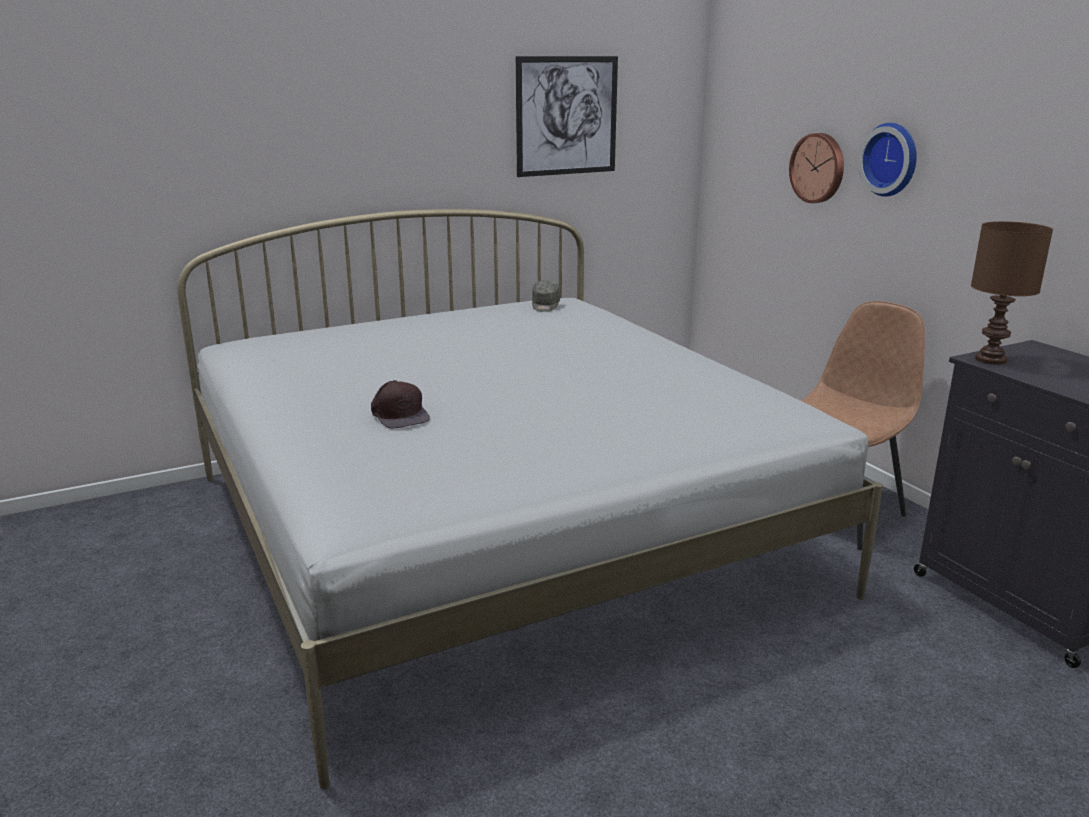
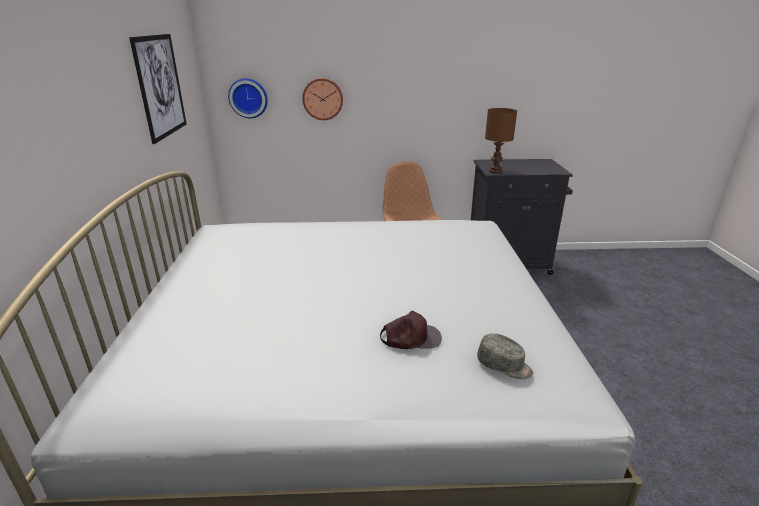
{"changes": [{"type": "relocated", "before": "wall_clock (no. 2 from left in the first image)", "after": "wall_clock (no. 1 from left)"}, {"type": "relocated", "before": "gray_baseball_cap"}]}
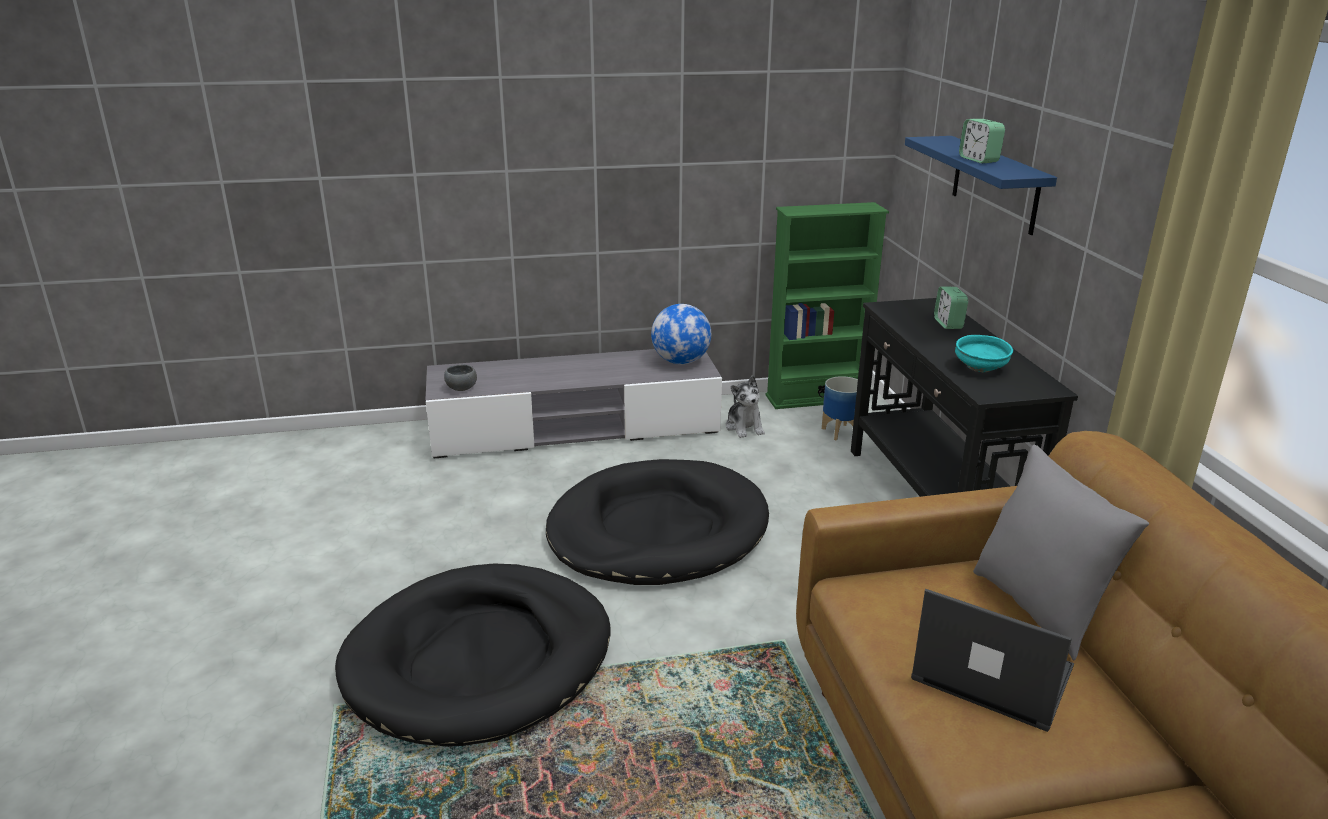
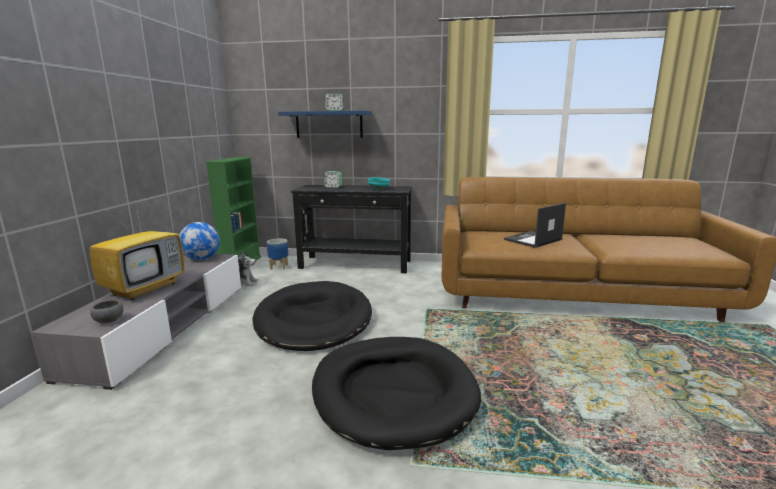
{"changes": [{"type": "missing", "before": "gray_pillow"}, {"type": "appeared", "after": "television"}]}
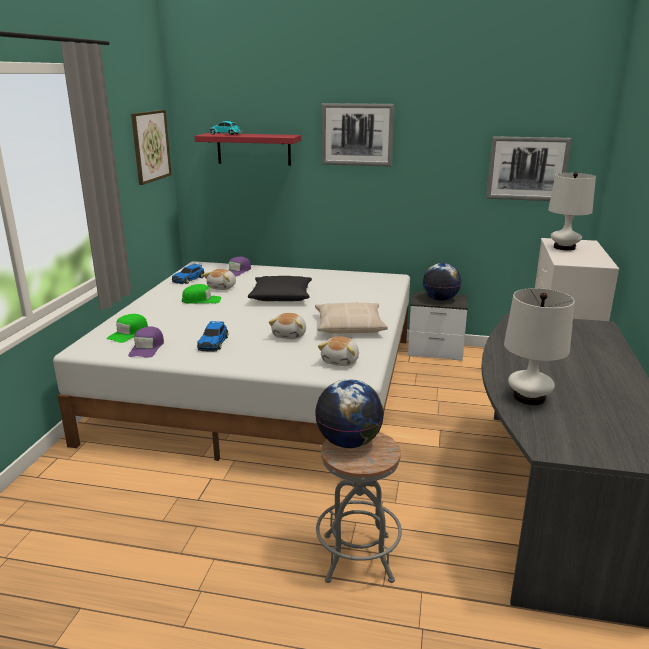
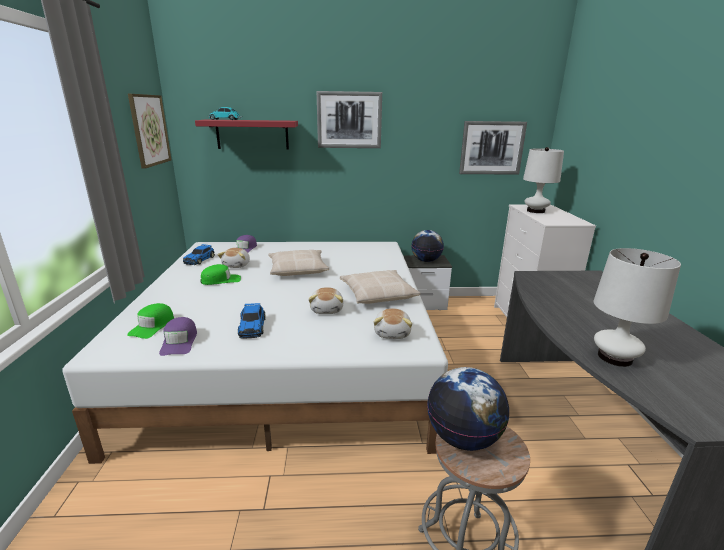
{"changes": [{"type": "colour", "before": "black-coloured_pillow", "after": "beige-coloured_pillow (no. 1 from left)"}]}
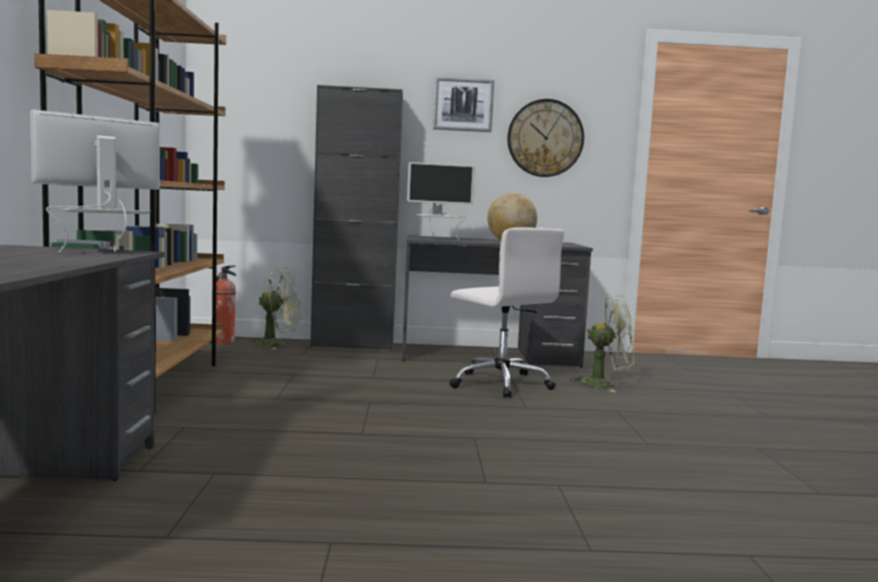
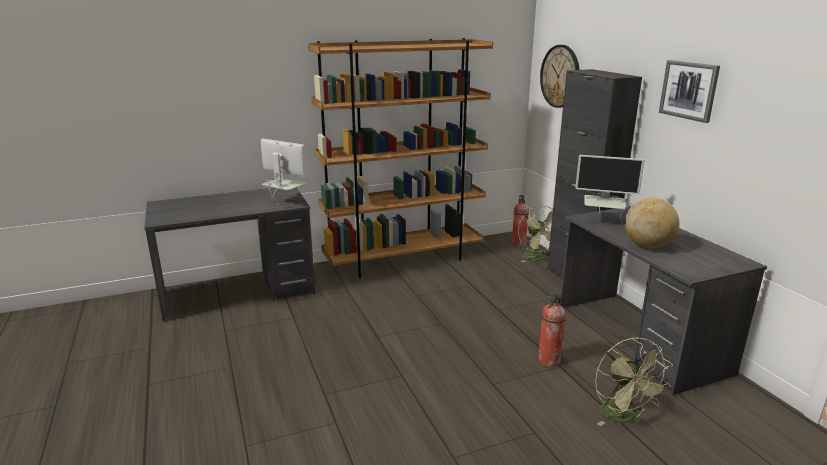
{"changes": [{"type": "relocated", "before": "wall_clock"}, {"type": "spun", "before": "monitor (no. 2 from left)", "turn": -45}, {"type": "exchanged", "before": "white-coloured_computer_chair", "after": "extinguisher (no. 2 from left)"}]}
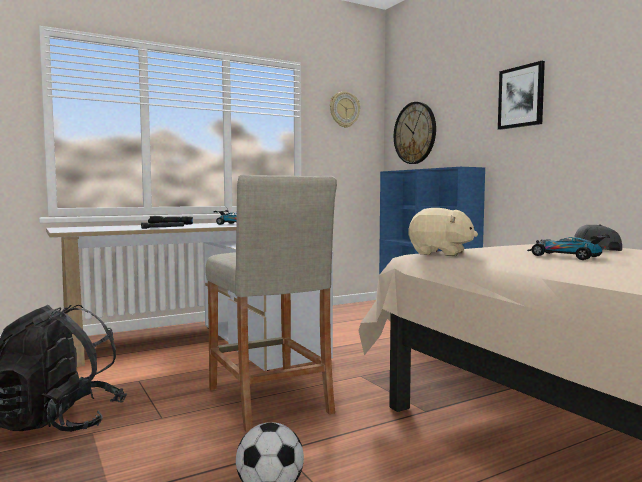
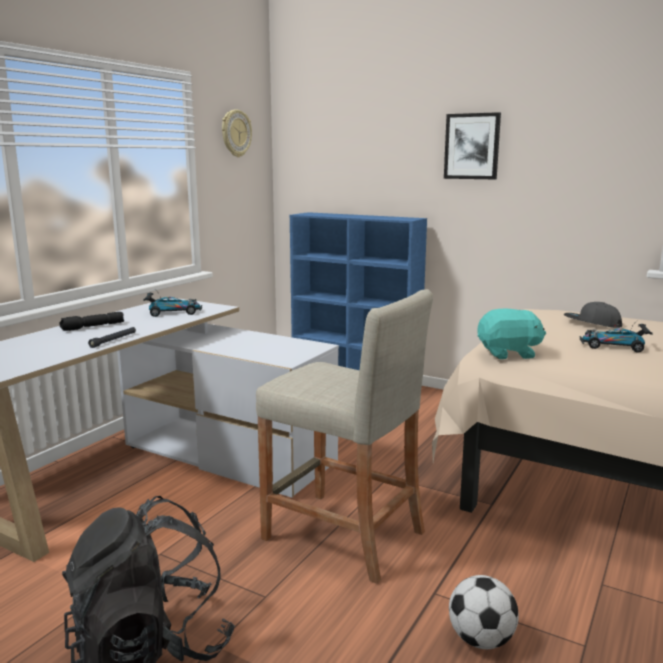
{"changes": [{"type": "missing", "before": "wall_clock (no. 2 from left)"}, {"type": "colour", "before": "beige-coloured_plush_toy", "after": "blue-green_plush_toy"}]}
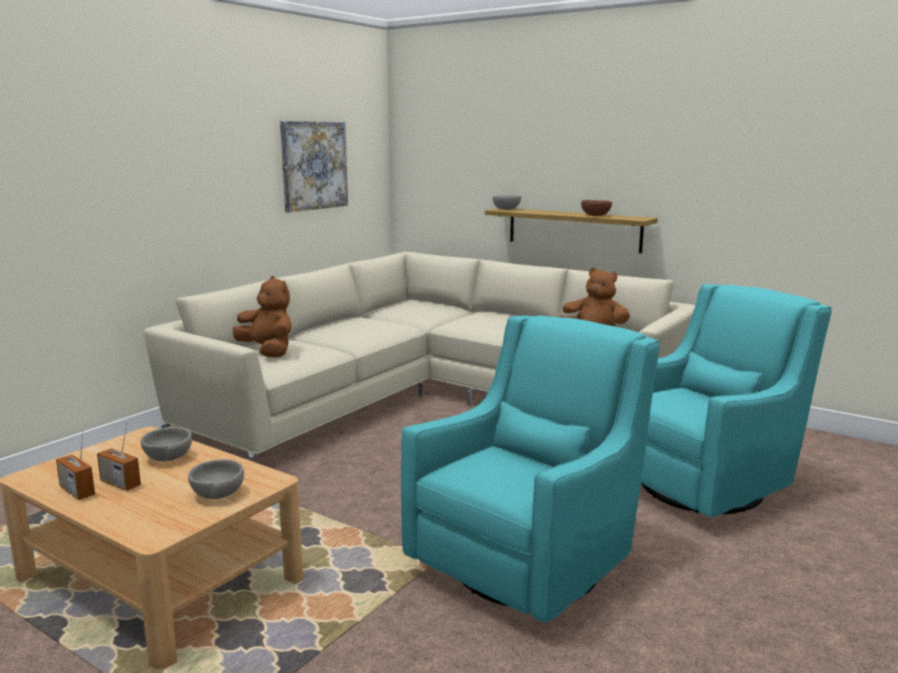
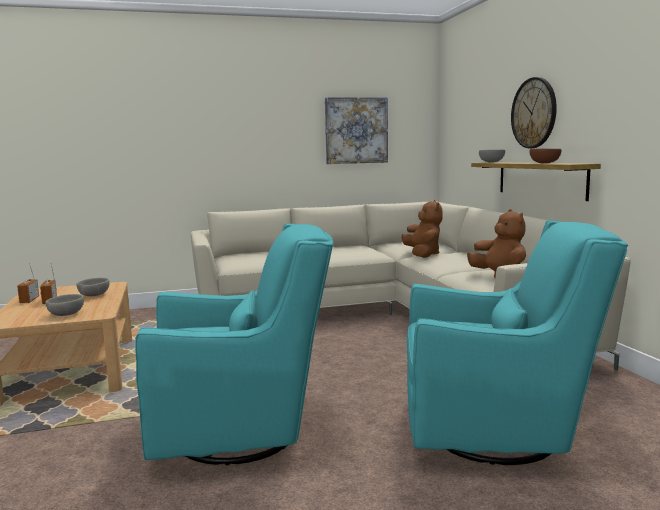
{"changes": [{"type": "relocated", "before": "brown-coloured_plush_toy (no. 1 from left)"}, {"type": "appeared", "after": "wall_clock"}]}
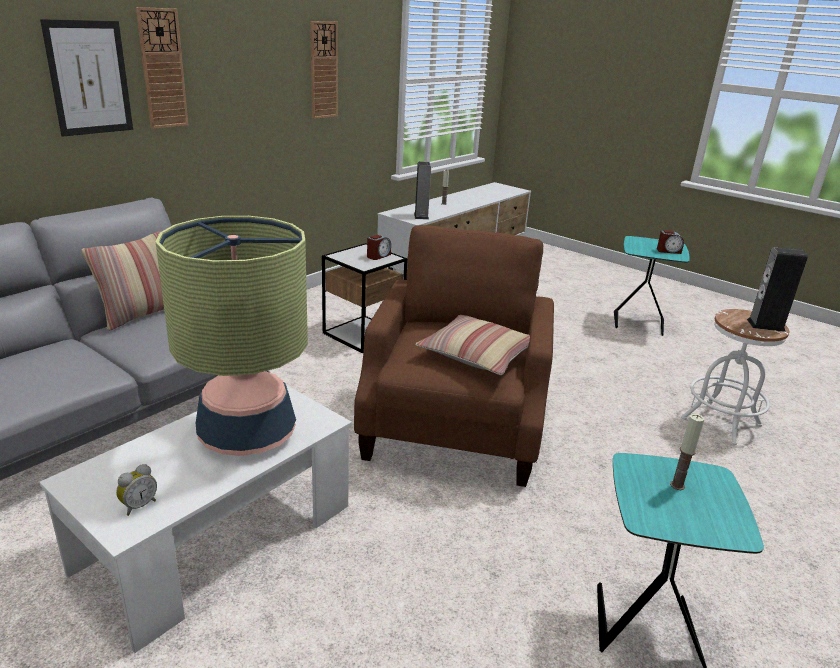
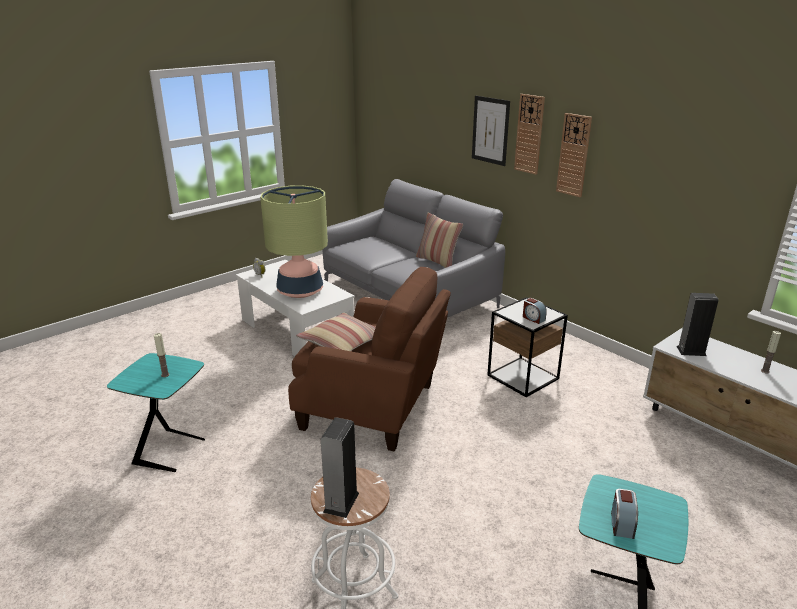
{"changes": [{"type": "relocated", "before": "wall_clock (no. 2 from left)"}]}
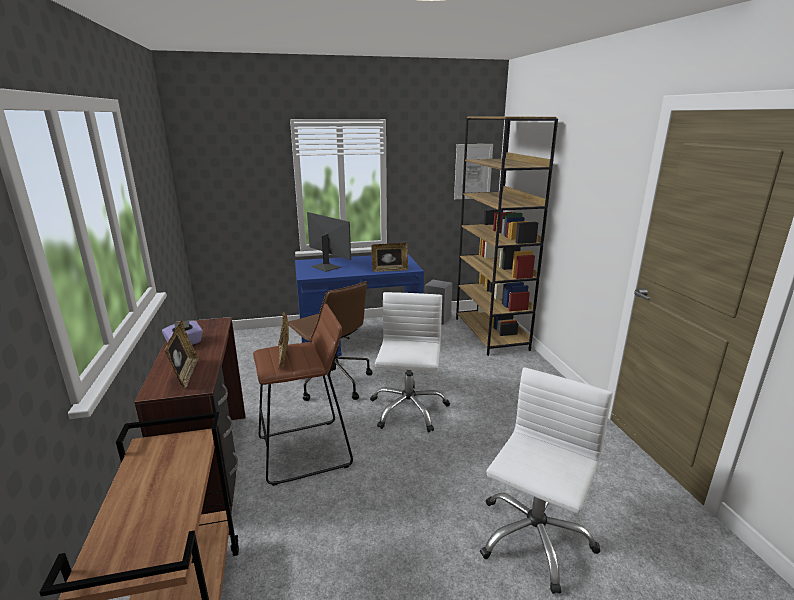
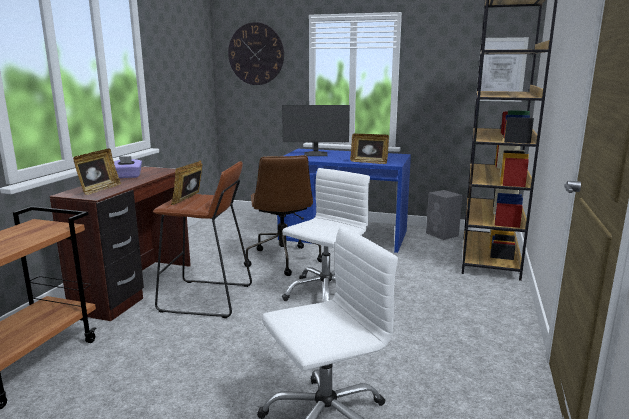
{"changes": [{"type": "spun", "before": "monitor", "turn": 105}, {"type": "appeared", "after": "wall_clock"}]}
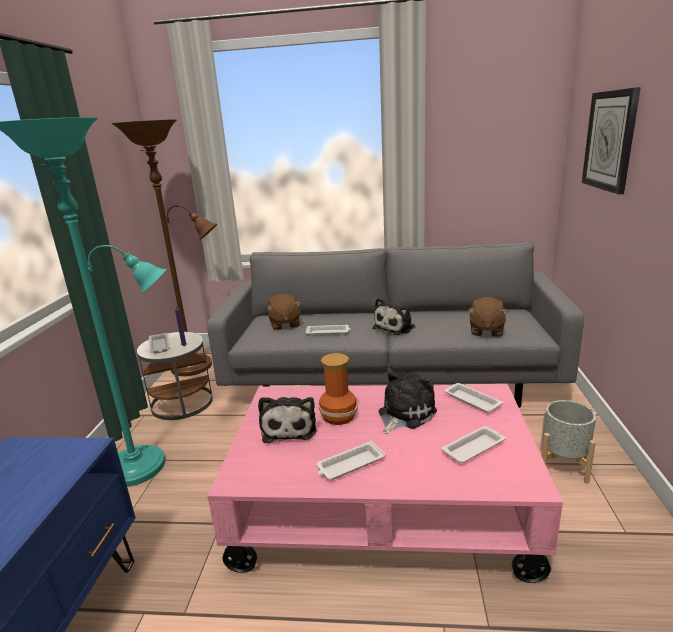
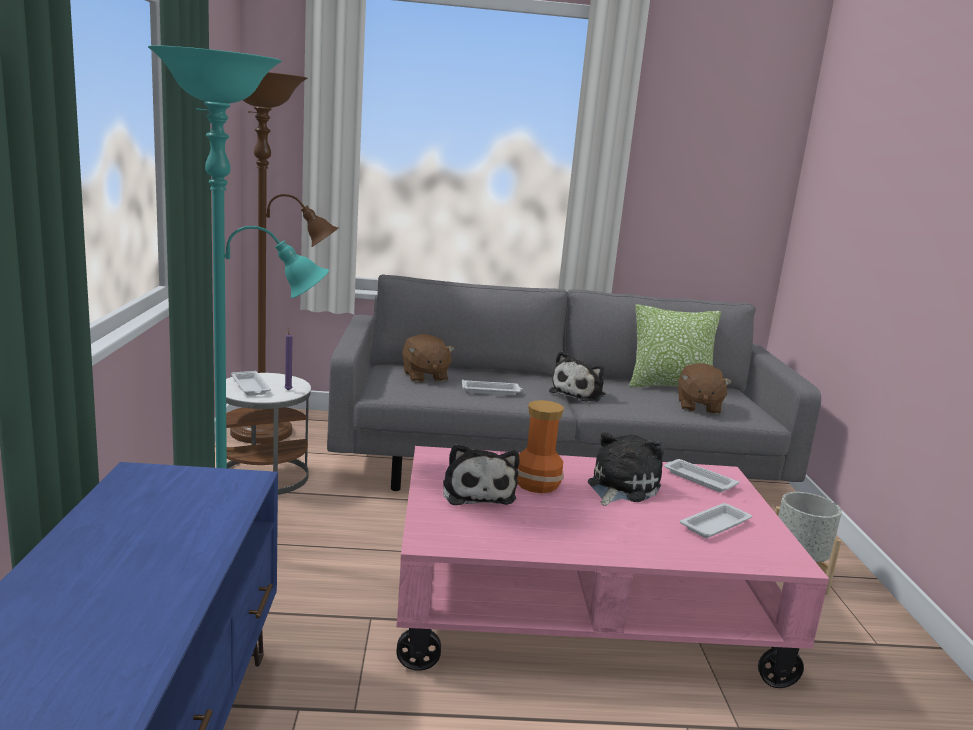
{"changes": [{"type": "missing", "before": "wall_clock"}, {"type": "missing", "before": "white-coloured_serving_tray (no. 3 from left)"}, {"type": "appeared", "after": "pillow"}]}
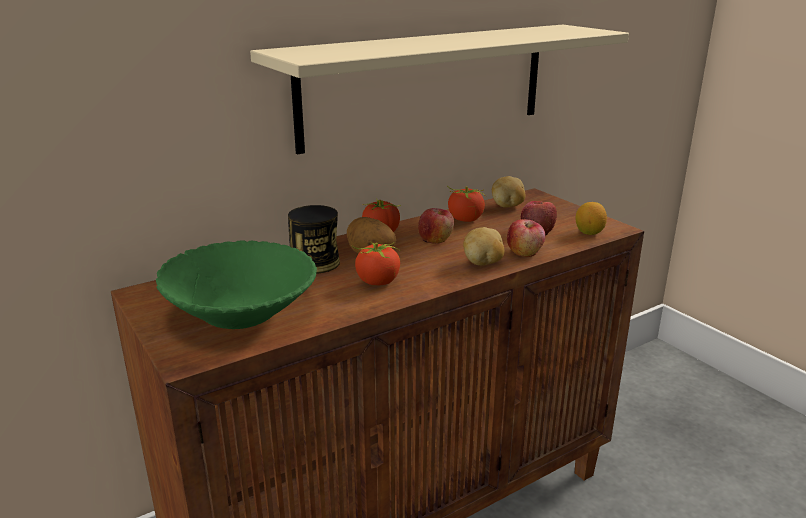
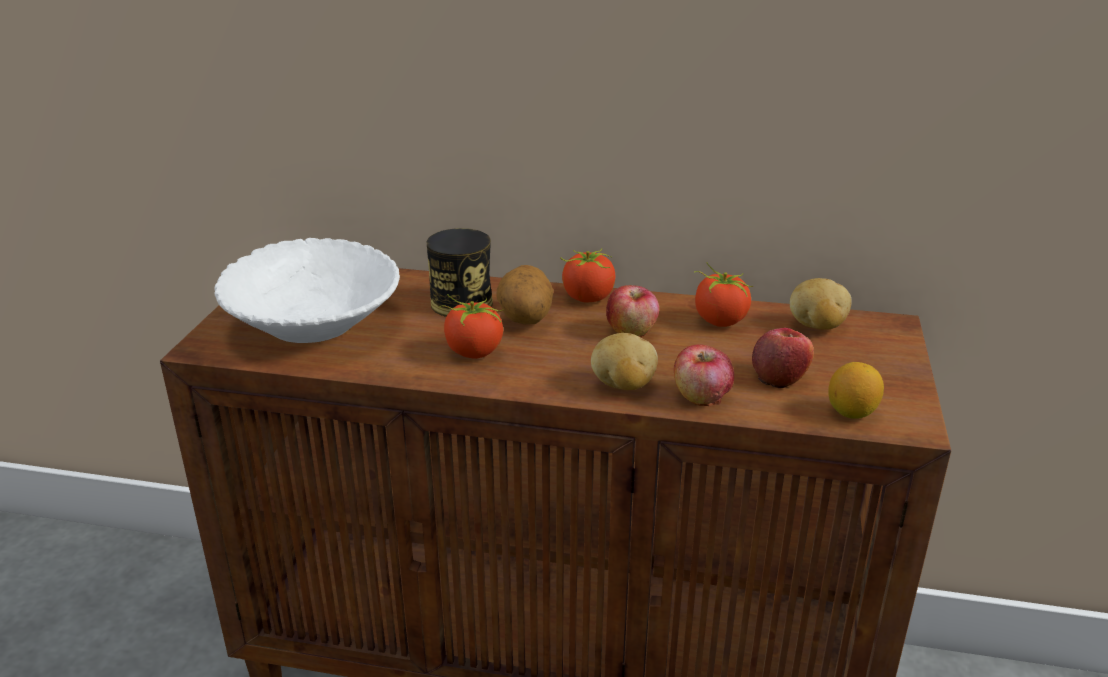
{"changes": [{"type": "missing", "before": "beige-coloured_wall_shelf"}, {"type": "colour", "before": "greenish_serving_bowl", "after": "white-coloured_serving_bowl"}]}
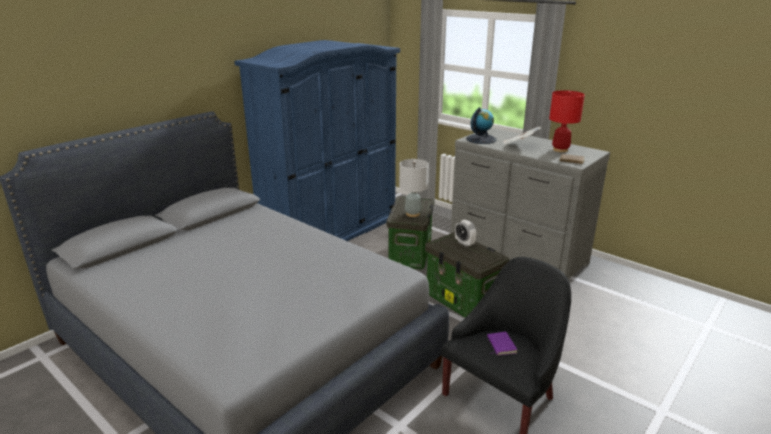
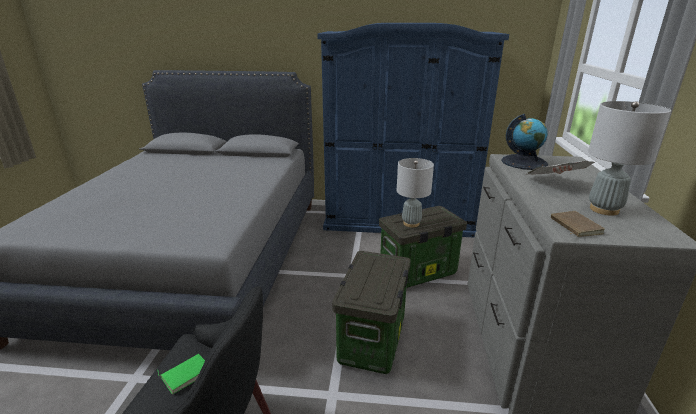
{"changes": [{"type": "colour", "before": "reddish_table_lamp", "after": "gray_table_lamp (no. 2 from left)"}, {"type": "missing", "before": "alarm_clock"}, {"type": "colour", "before": "purplish_volume", "after": "greenish_volume"}]}
